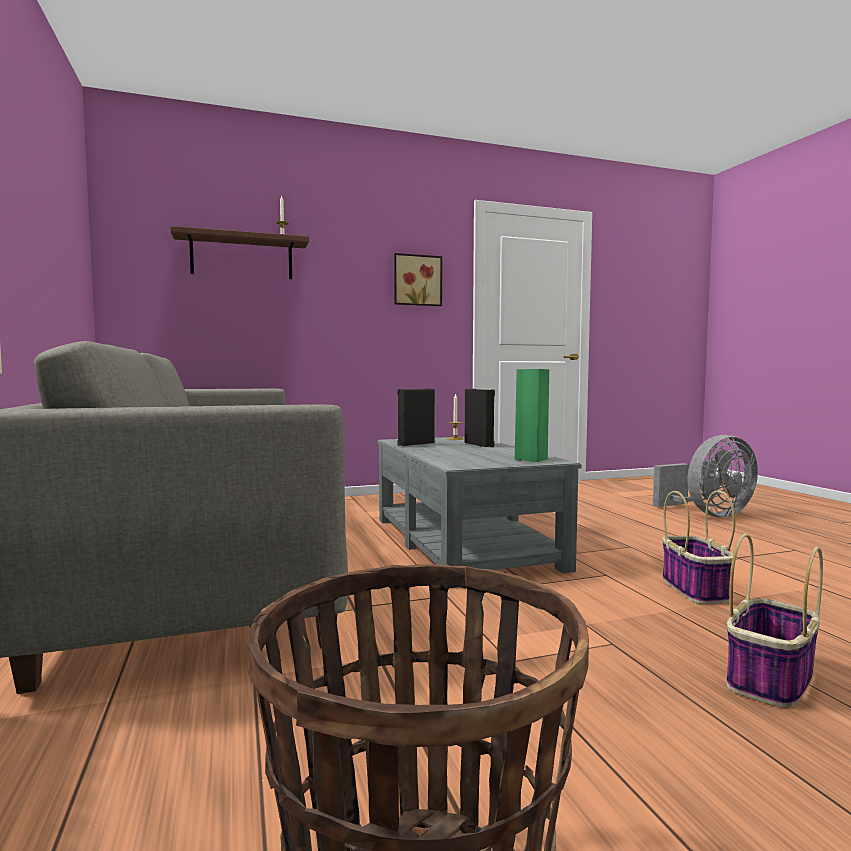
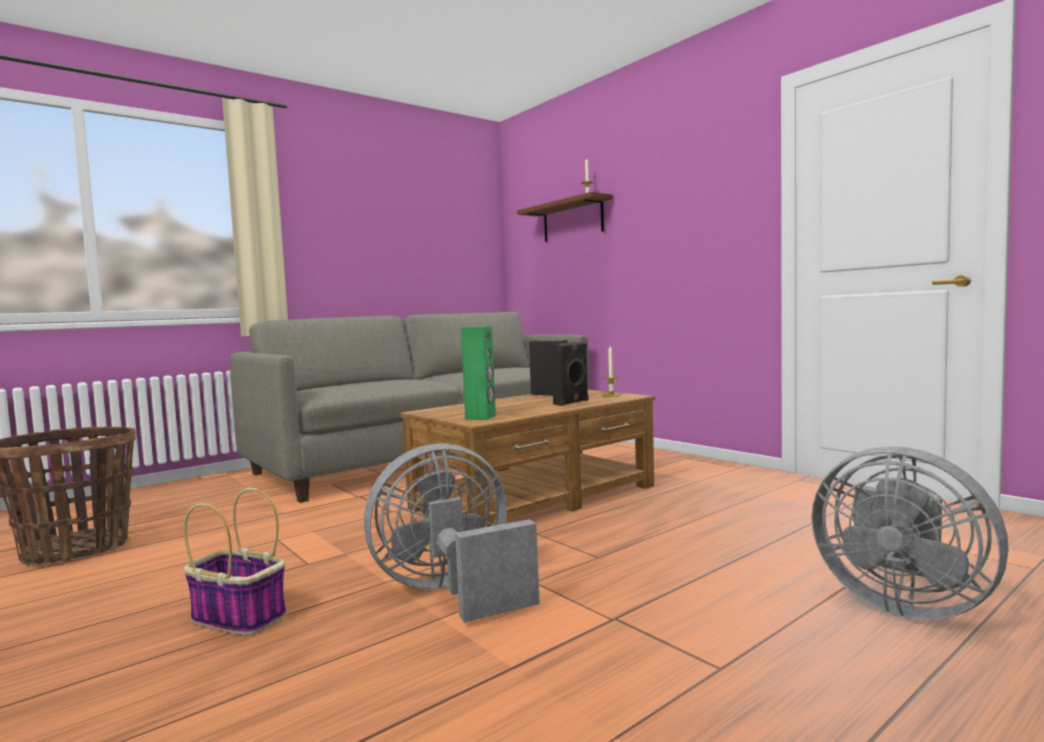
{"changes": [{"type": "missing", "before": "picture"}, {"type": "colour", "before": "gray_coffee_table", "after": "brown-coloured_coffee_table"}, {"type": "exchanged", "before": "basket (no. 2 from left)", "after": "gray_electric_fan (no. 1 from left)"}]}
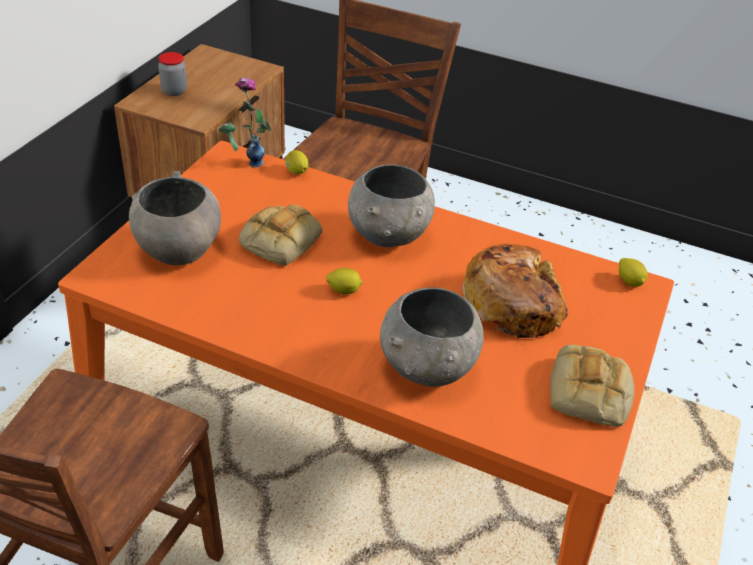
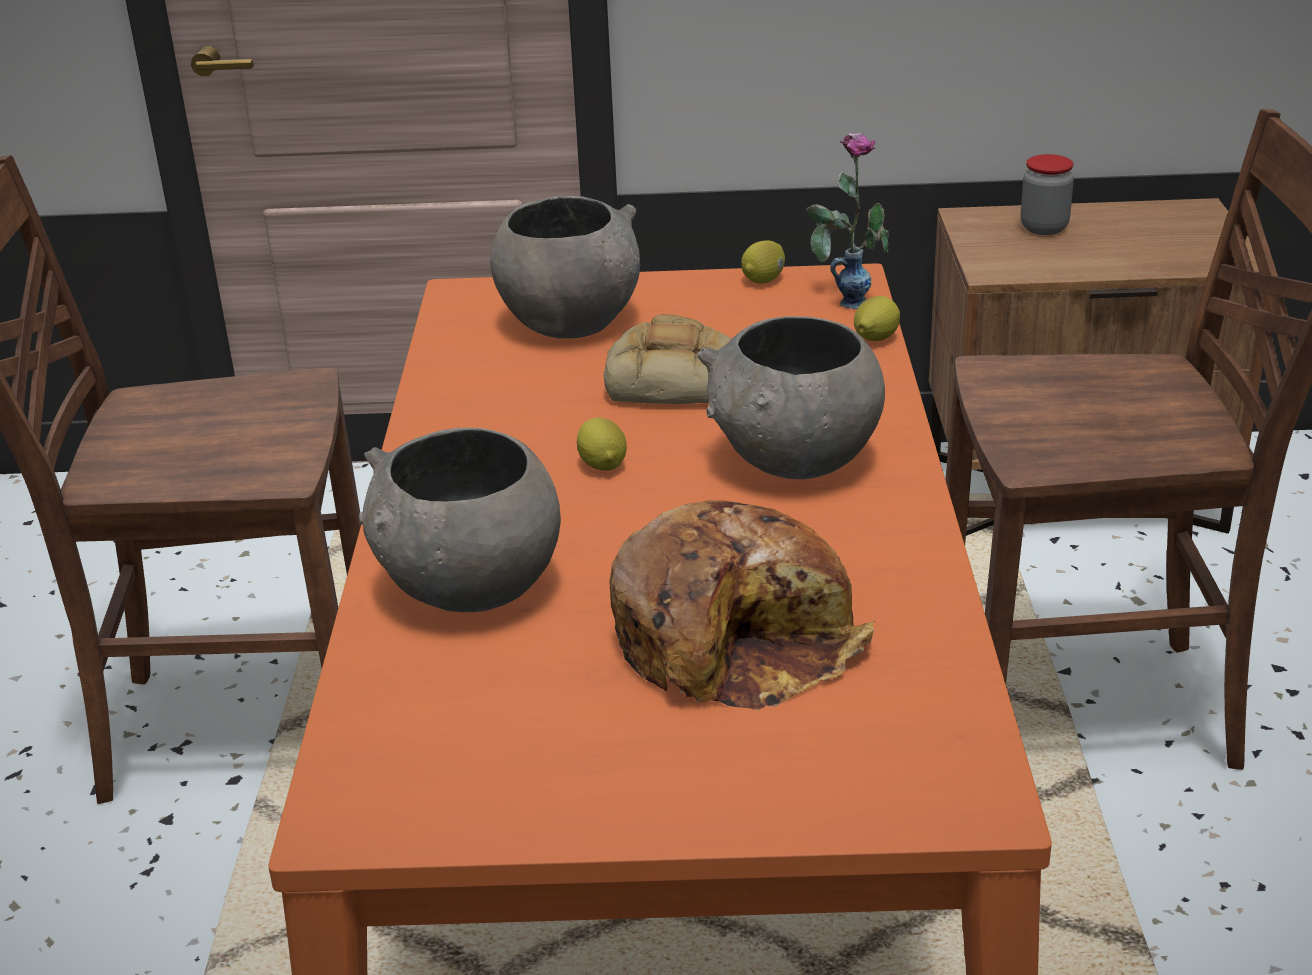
{"changes": [{"type": "relocated", "before": "whole_lemon (no. 3 from left in the first image)", "after": "whole_lemon (no. 2 from left)"}, {"type": "missing", "before": "bakery_bread (no. 3 from left)"}]}
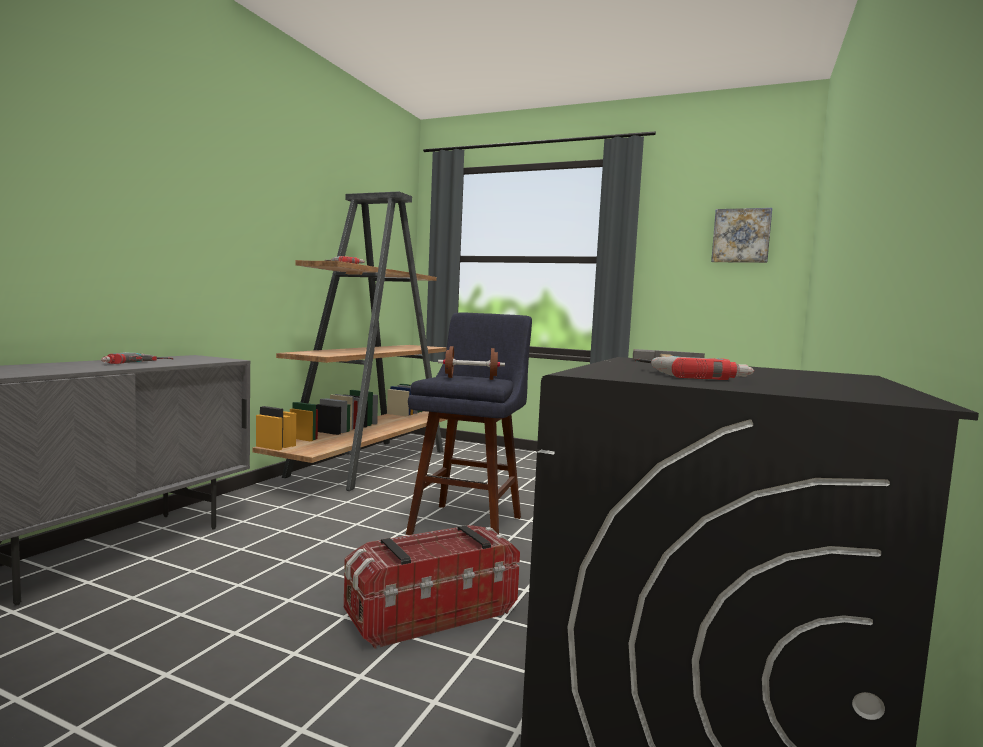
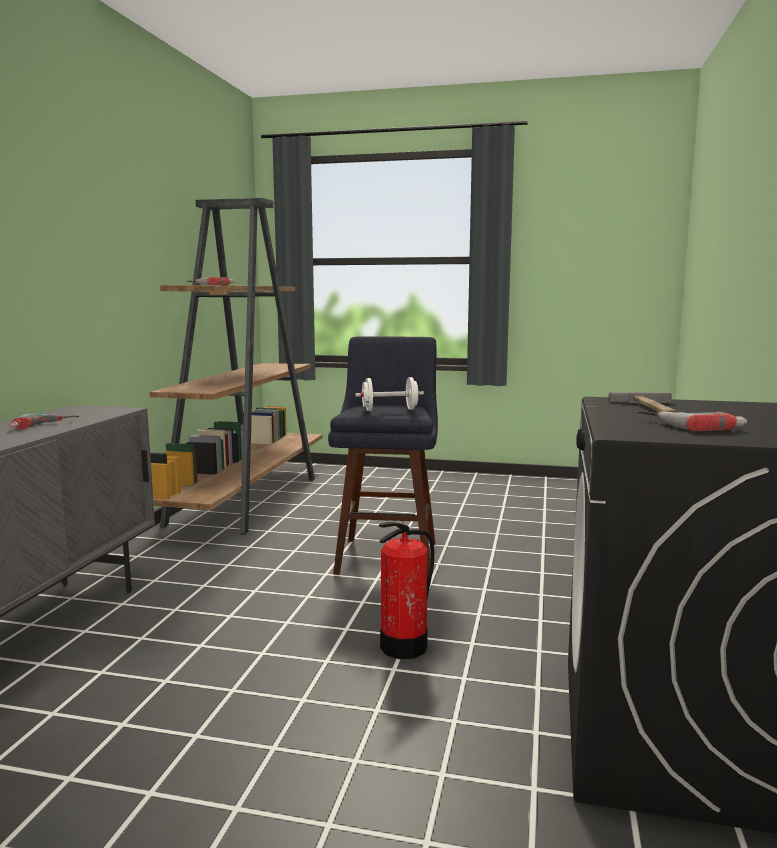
{"changes": [{"type": "missing", "before": "picture"}, {"type": "colour", "before": "brown-coloured_dumbbell", "after": "white-coloured_dumbbell"}, {"type": "exchanged", "before": "storage_box", "after": "extinguisher"}]}
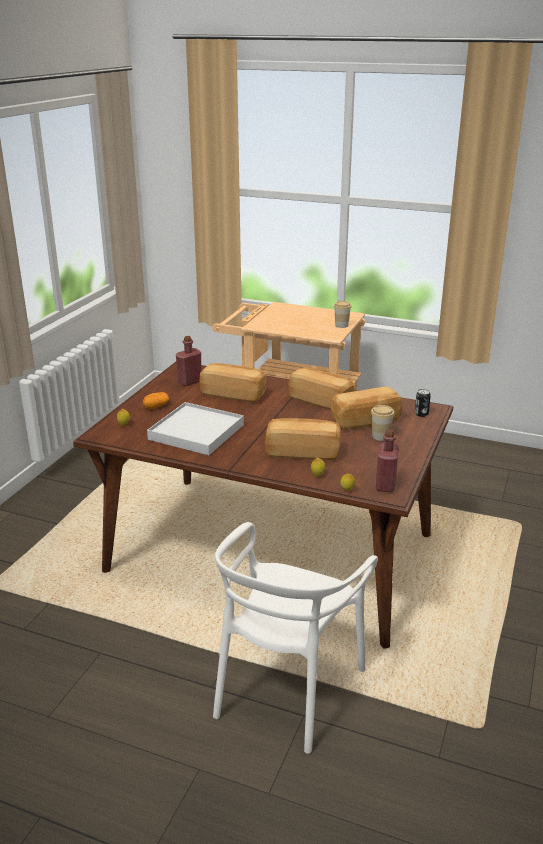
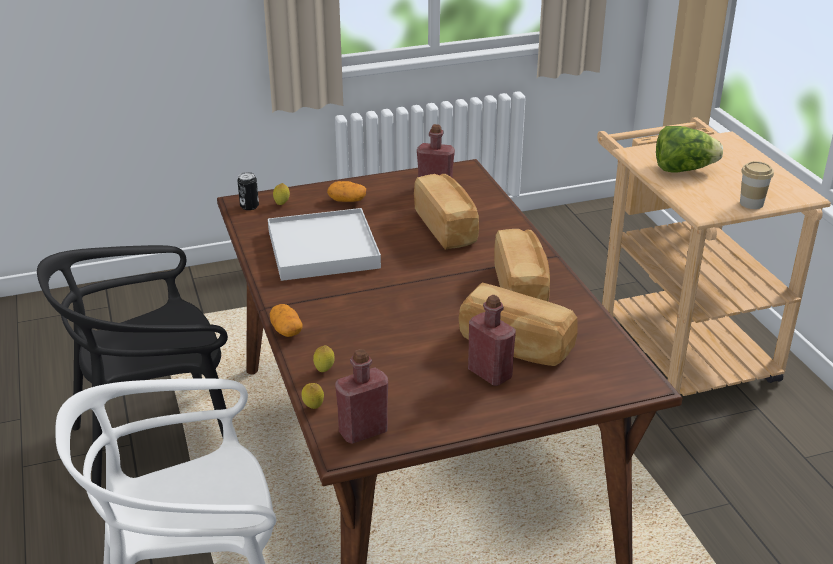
{"changes": [{"type": "relocated", "before": "sealed_can"}, {"type": "exchanged", "before": "cup (no. 2 from left)", "after": "reddish_bottle (no. 3 from left)"}, {"type": "missing", "before": "bakery_bread (no. 2 from left)"}, {"type": "appeared", "after": "lettuce_head"}, {"type": "appeared", "after": "black-coloured_chair"}, {"type": "appeared", "after": "potato (no. 1 from left)"}]}
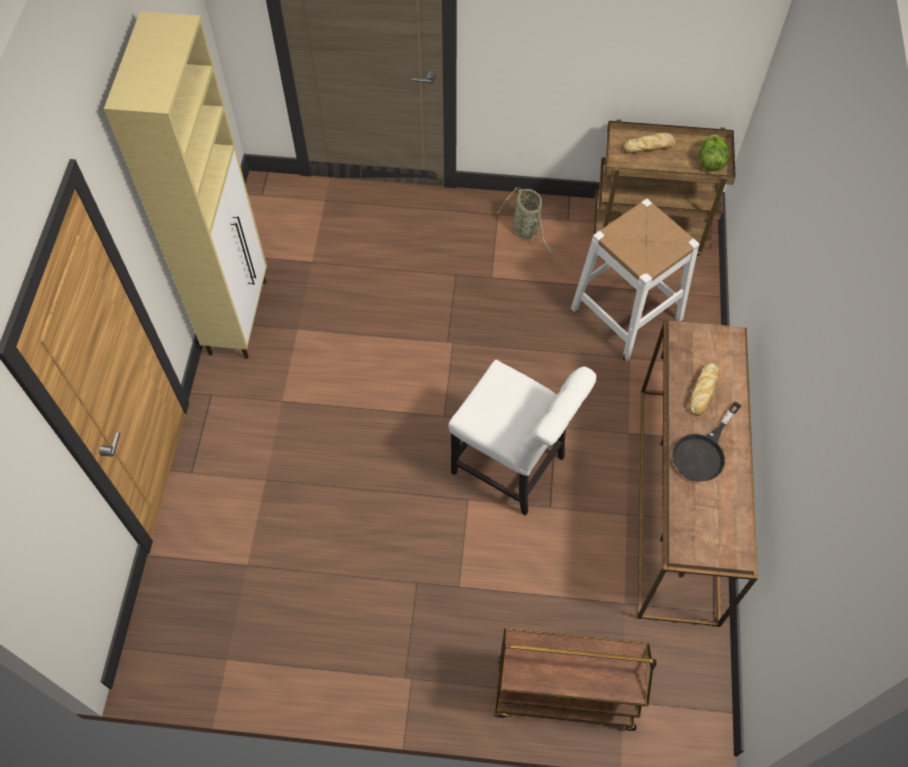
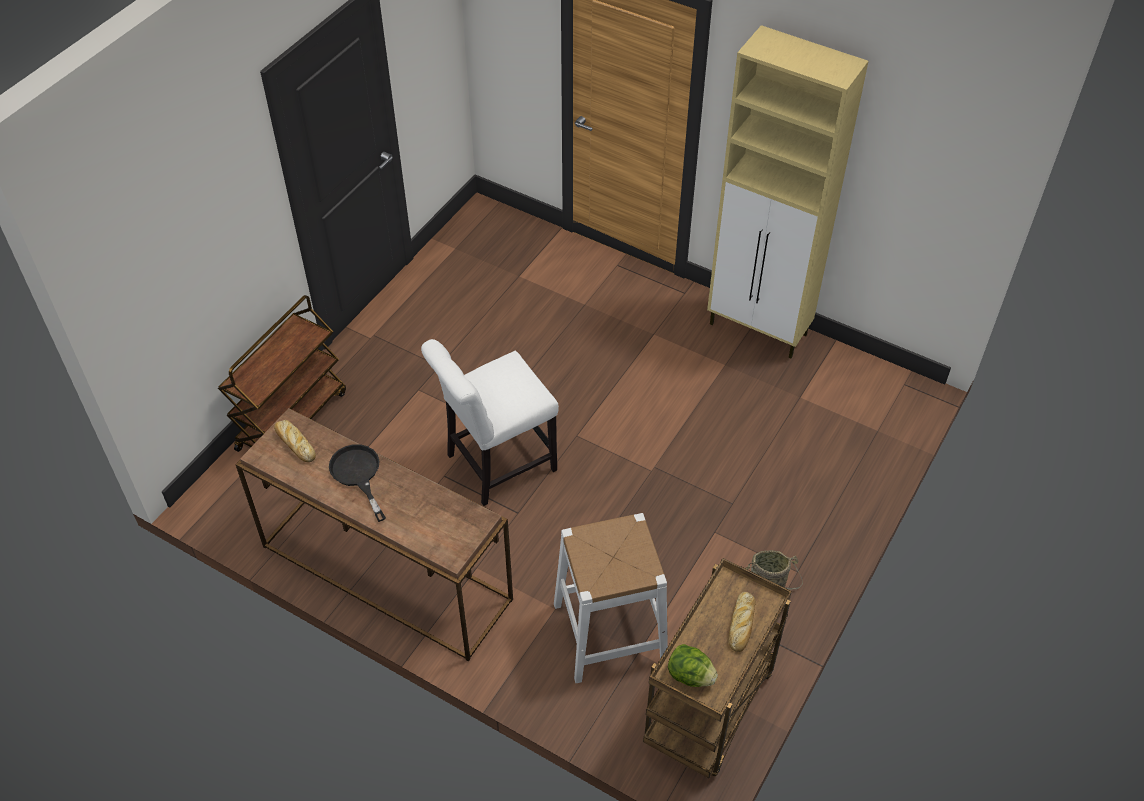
{"changes": [{"type": "relocated", "before": "bakery_bread (no. 2 from left in the first image)", "after": "bakery_bread (no. 1 from left)"}]}
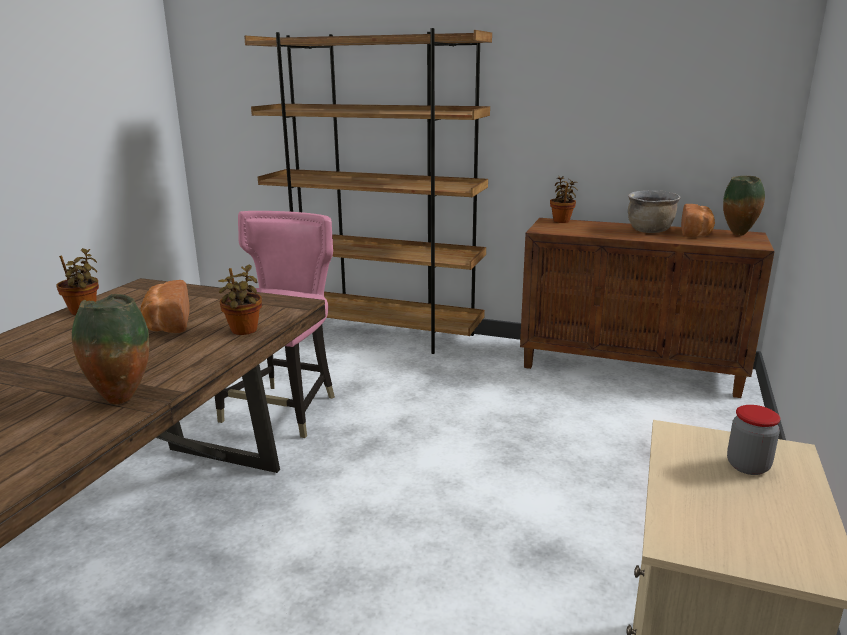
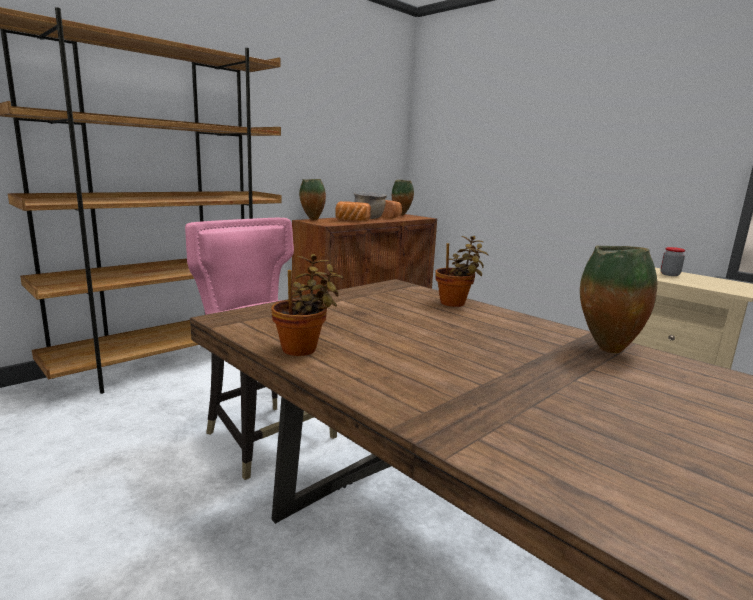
{"changes": [{"type": "exchanged", "before": "houseplant (no. 3 from left)", "after": "decorative_vase (no. 1 from left)"}, {"type": "relocated", "before": "bakery_bread (no. 1 from left)"}]}
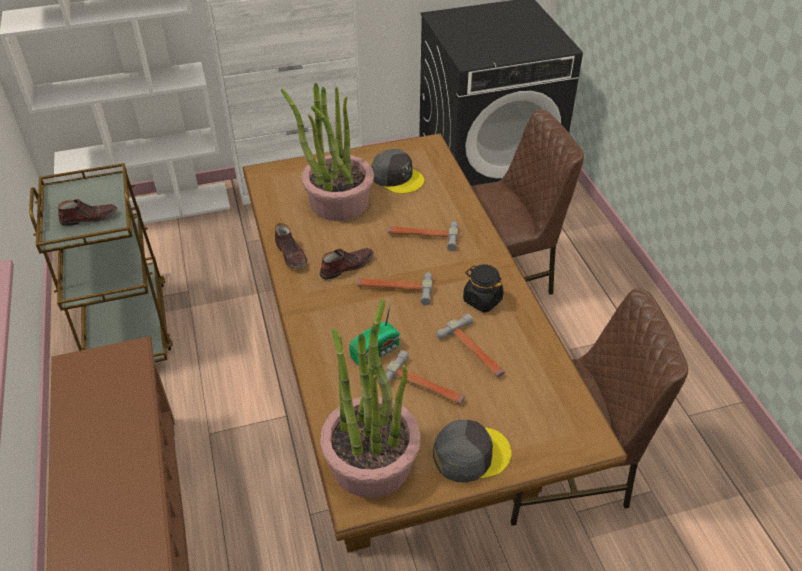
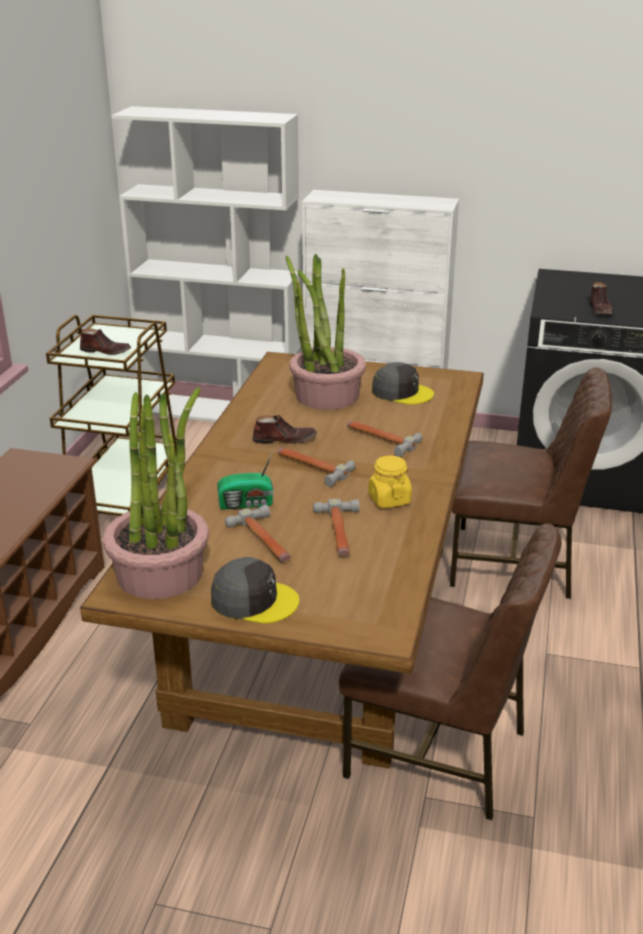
{"changes": [{"type": "spun", "before": "gray_baseball_cap (no. 1 from left in the first image)", "turn": -45}, {"type": "relocated", "before": "brown-coloured_low_shoe (no. 2 from left in the first image)", "after": "brown-coloured_low_shoe (no. 3 from left)"}, {"type": "colour", "before": "black-coloured_storage_jar", "after": "yellowish_storage_jar"}]}
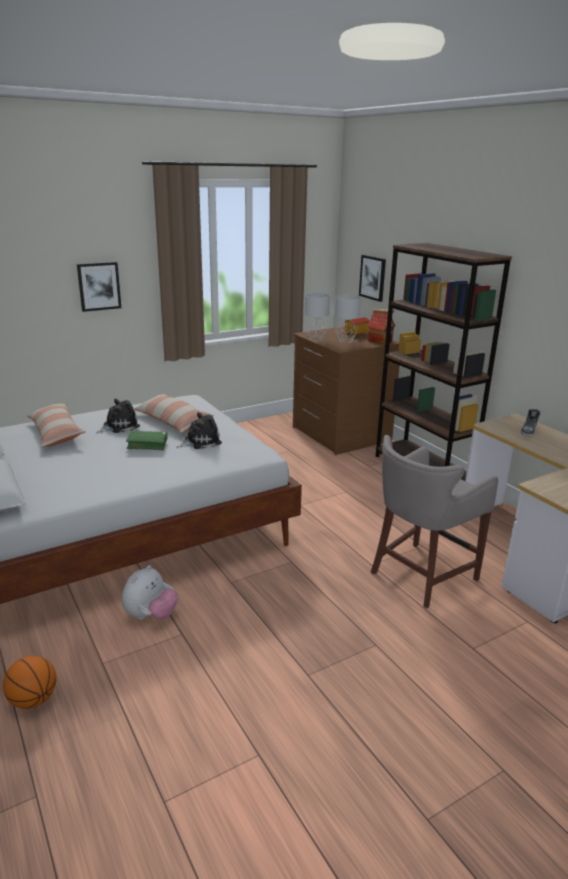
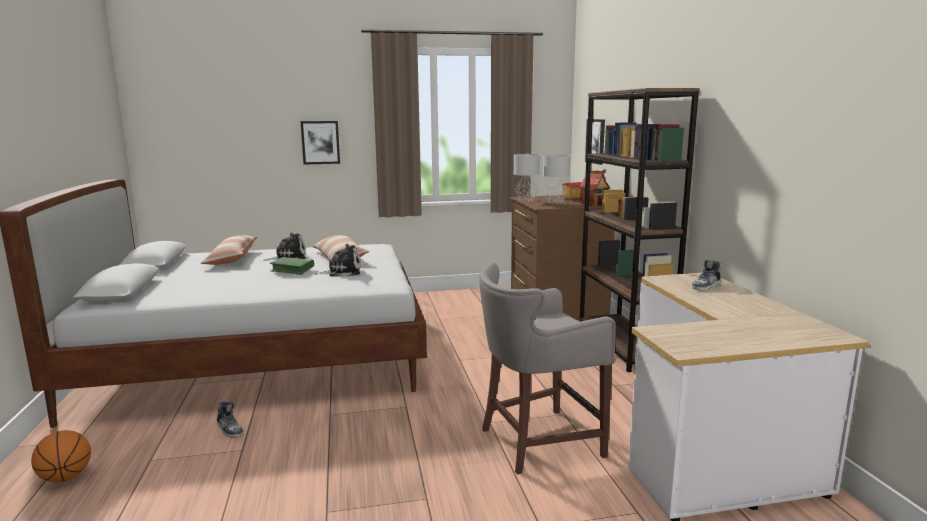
{"changes": [{"type": "exchanged", "before": "plush_toy (no. 2 from left)", "after": "low_shoe (no. 1 from left)"}]}
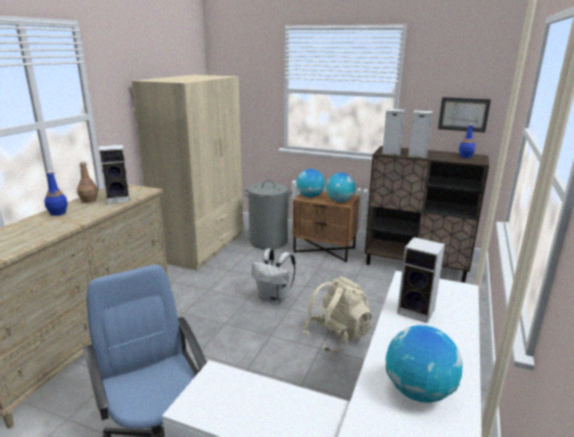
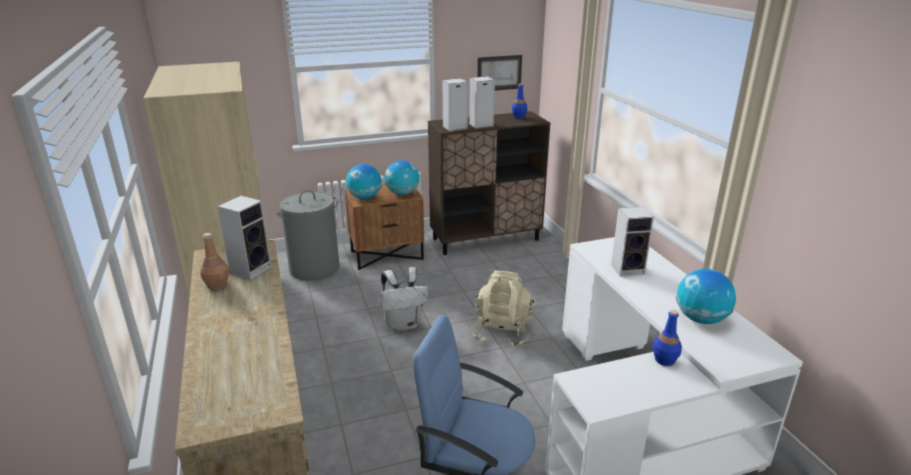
{"changes": [{"type": "relocated", "before": "blue-coloured_bottle (no. 1 from left in the first image)", "after": "blue-coloured_bottle (no. 2 from left)"}]}
